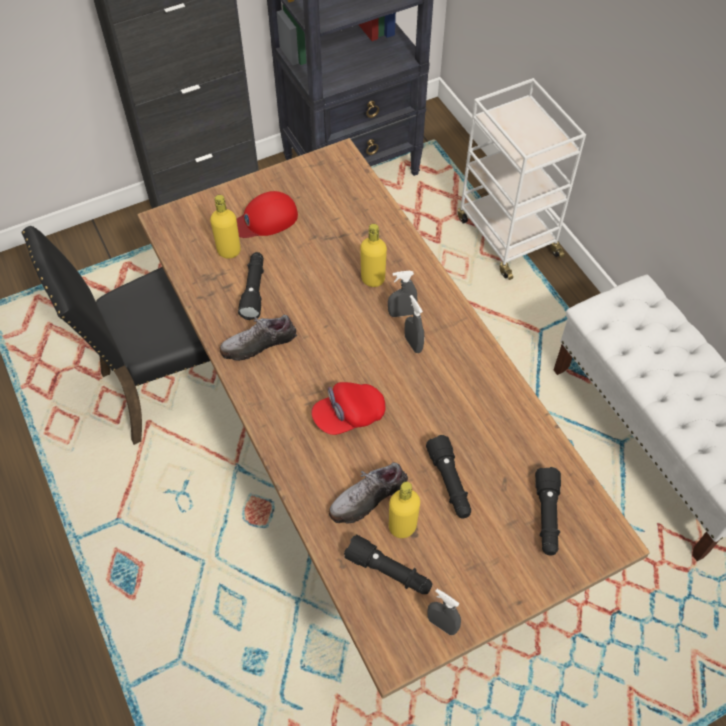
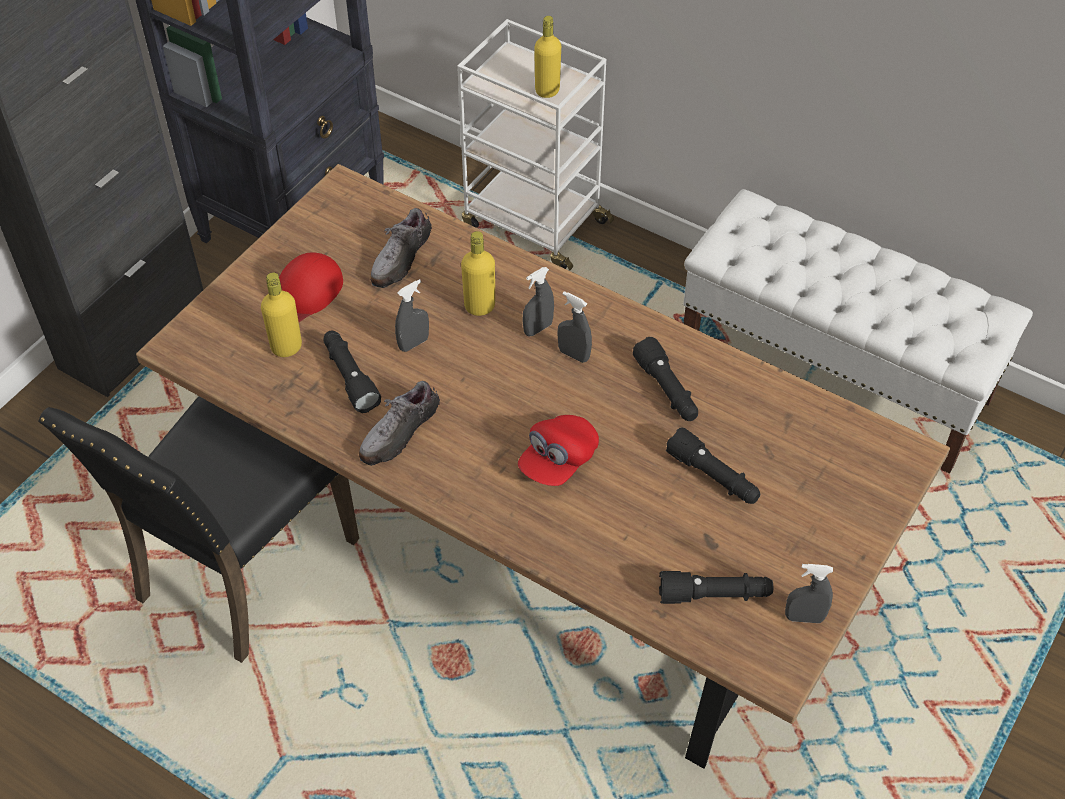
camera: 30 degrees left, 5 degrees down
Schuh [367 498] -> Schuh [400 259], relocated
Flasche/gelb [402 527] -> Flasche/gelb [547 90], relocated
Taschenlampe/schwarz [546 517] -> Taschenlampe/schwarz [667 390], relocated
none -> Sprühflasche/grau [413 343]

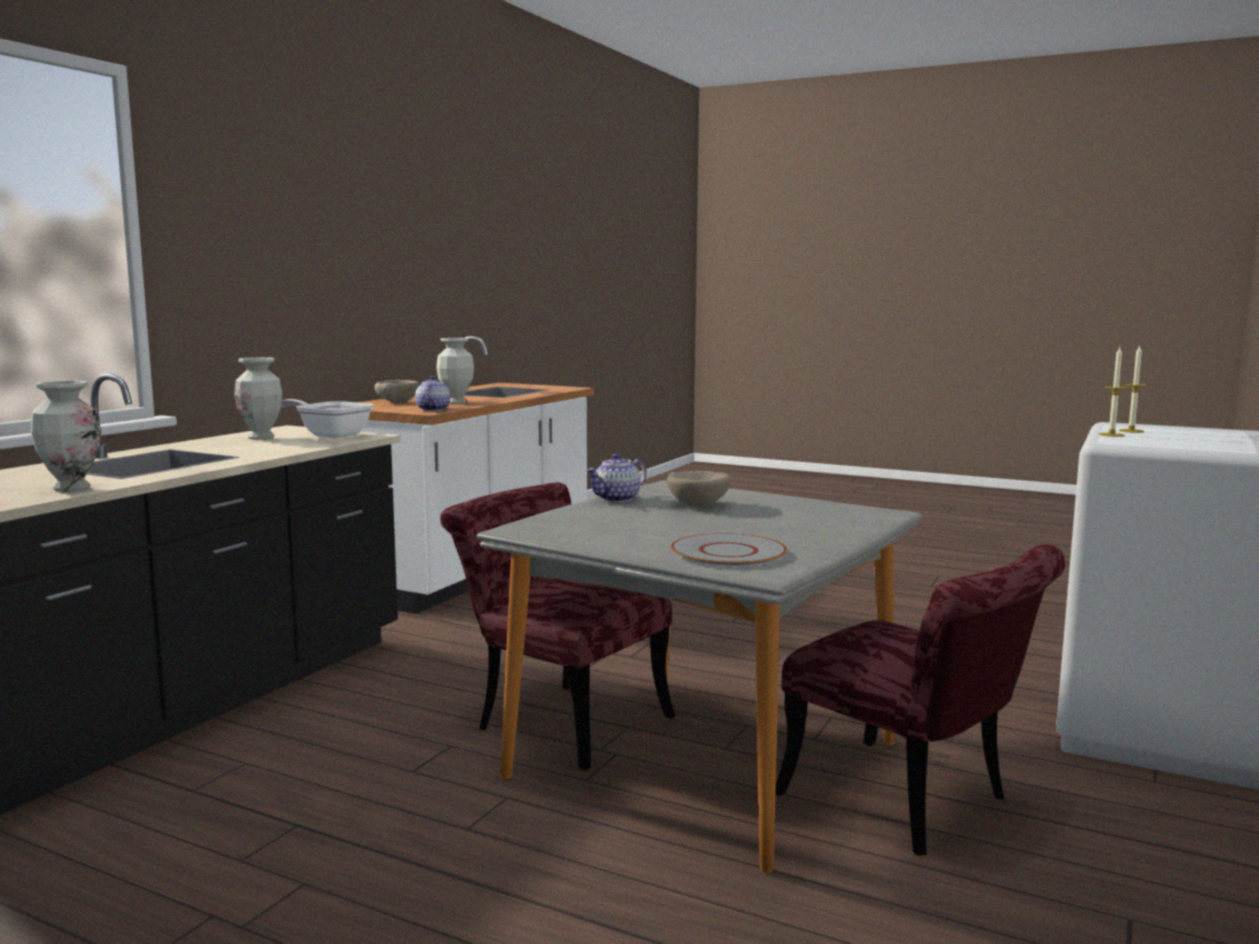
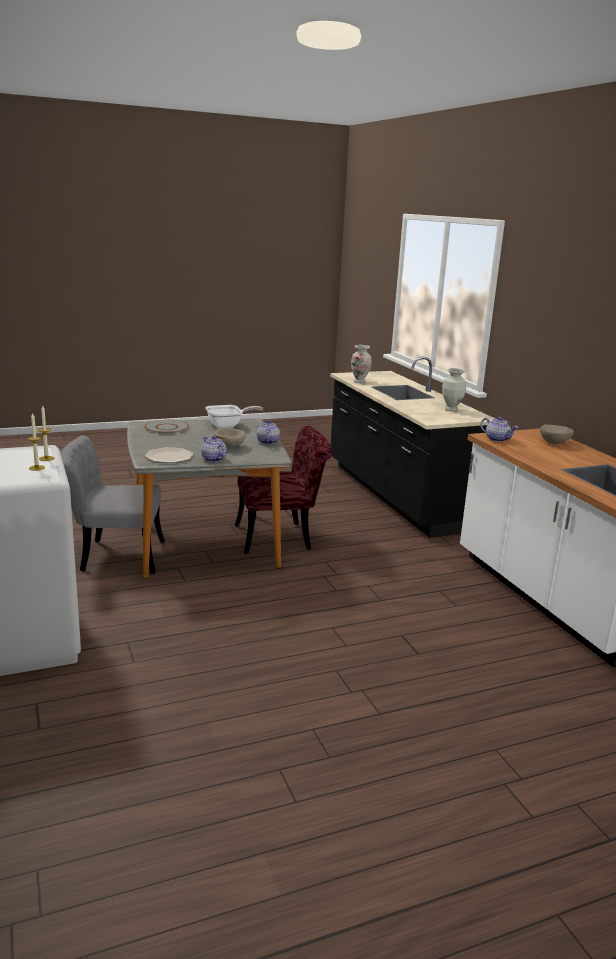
camera: 130 degrees right, 10 degrees up
Pfanne [330 435] -> Pfanne [228 425], relocated
Vase [456 403] -> none
Stuhl/rot [912 804] -> Stuhl/grau [113 556]
none -> Teller [169 456]
none -> Teekanne [213 459]

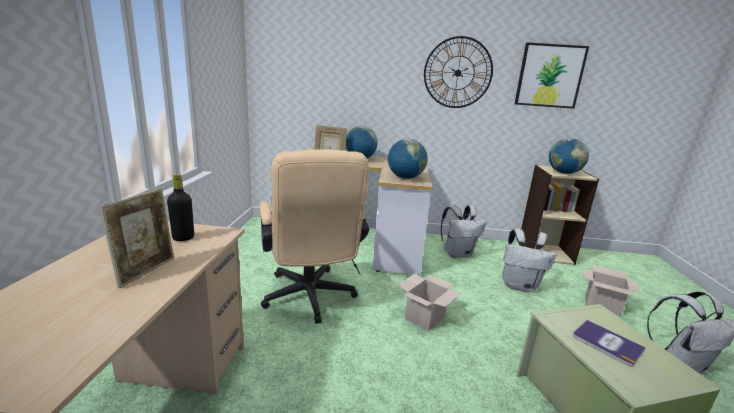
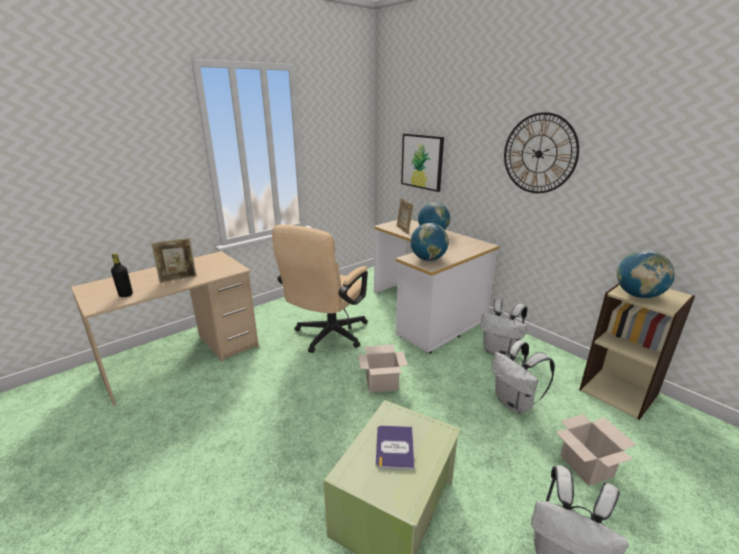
camera: 45 degrees right, 5 degrees up
Flasche/schwarz [183 238] -> Flasche/schwarz [126 295], relocated
Bild [549 76] -> Bild [422 161], relocated

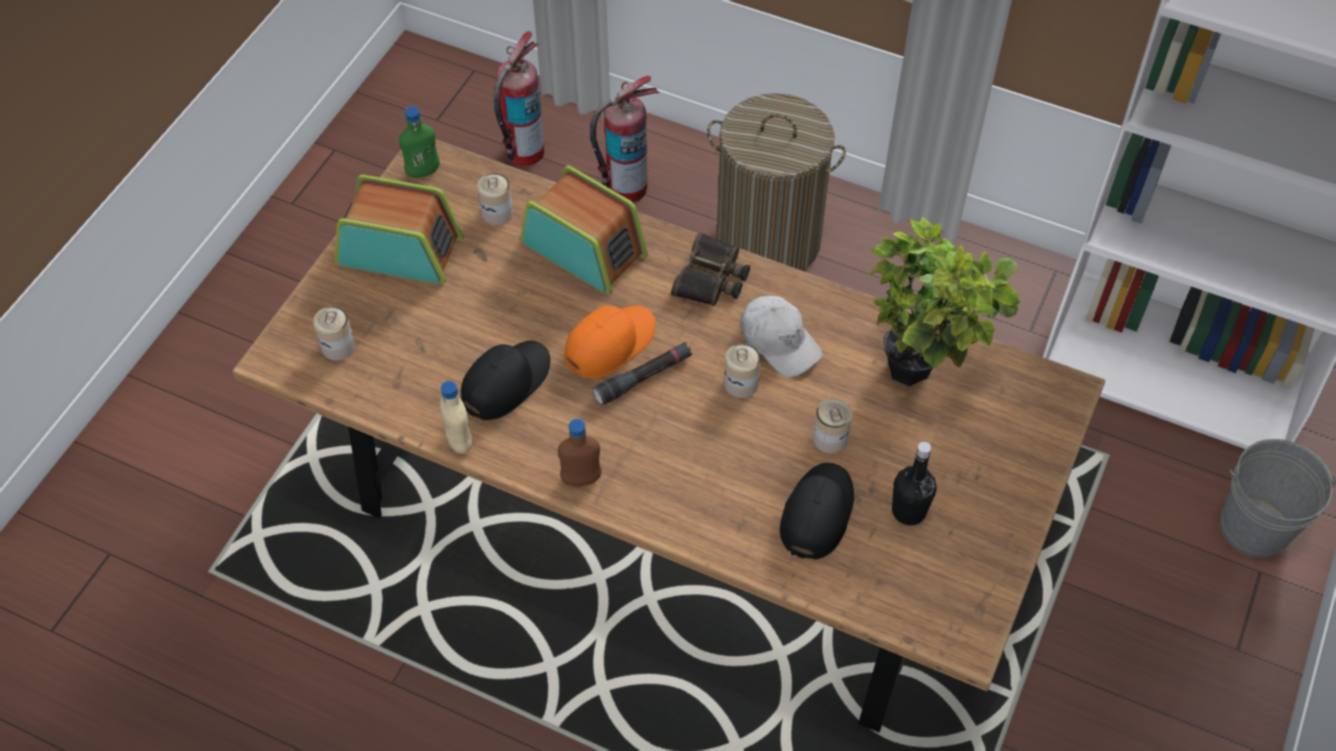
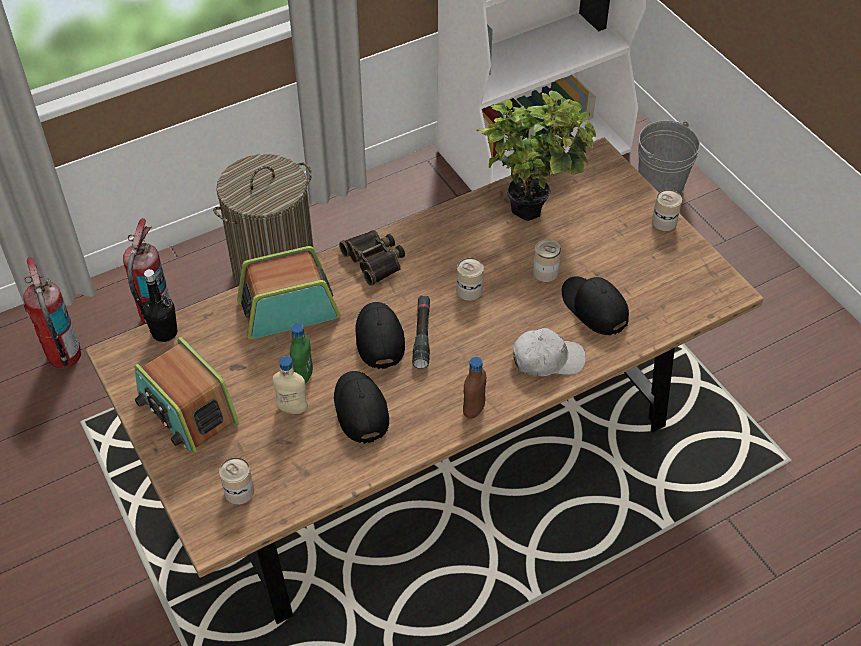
camera: 55 degrees left, 5 degrees down
Radio [400 250] -> Radio [187 411], 90 degrees counterclockwise
Flasche/grün [423 171] -> Flasche/grün [303 376], relocated
Flasche/beige [460 441] -> Flasche/beige [292 408], relocated
Dose [497 213] -> Dose [664 222], relocated
Kappe/orange [610 343] -> Kappe/schwarz [379 338]
Kappe/weiß [779 342] -> Kappe/weiß [547 359], relocated
Flasche/schwarz [908 511] -> Flasche/schwarz [164 333], relocated

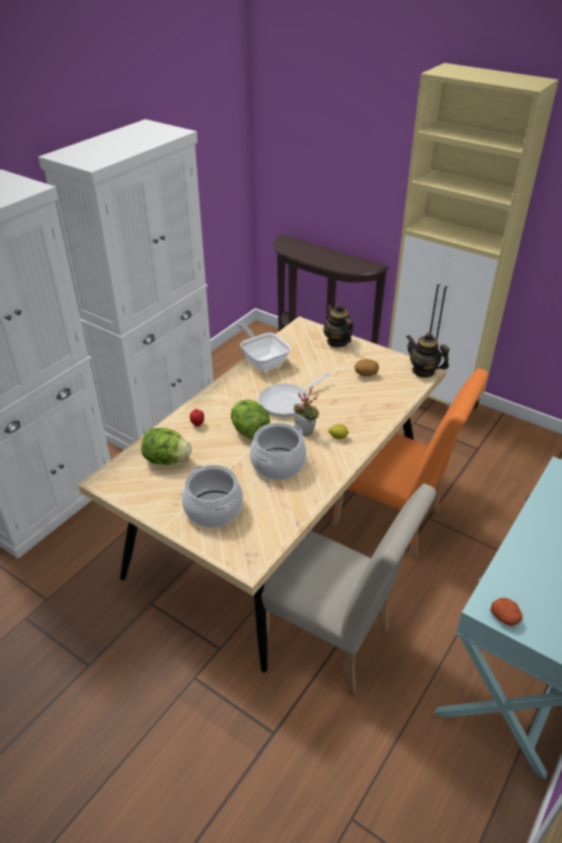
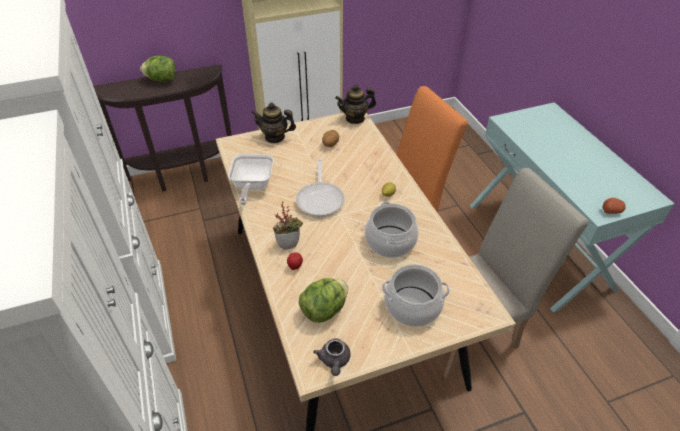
camera: 55 degrees left, 5 degrees up
Salatkopf [249 431] -> Salatkopf [162 80], relocated
Pfanne [263 361] -> Pfanne [252 187], 90 degrees counterclockwise
Topfpflanze [306 431] -> Topfpflanze [289 244], relocated
none -> Teekanne/grau [334 361]

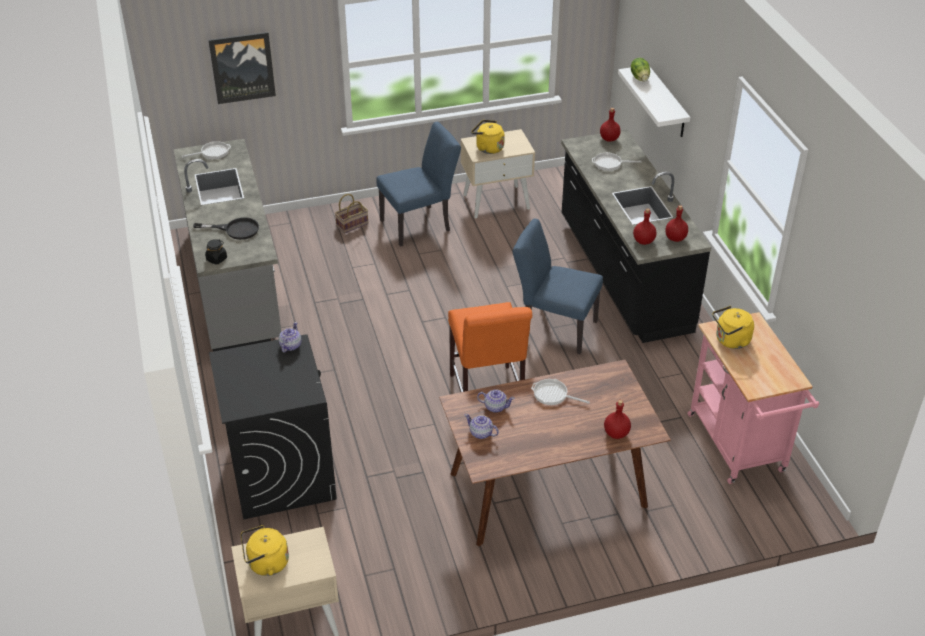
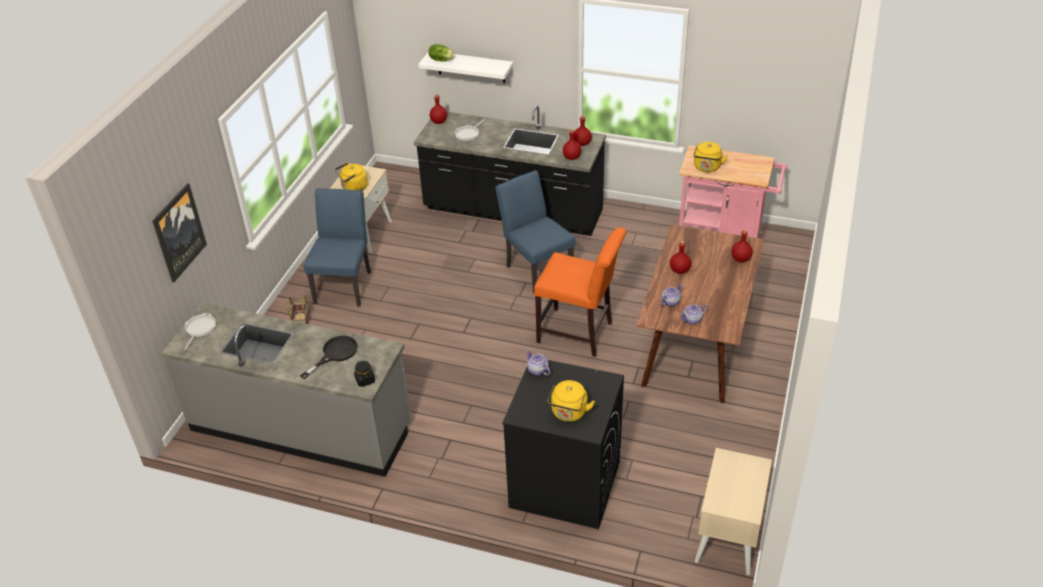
camera: 55 degrees left, 0 degrees up
Wasserkessel/gelb [266 564] -> Wasserkessel/gelb [569 413], relocated
Stuhl/blau [554 327] -> Stuhl/blau [536 269], 90 degrees clockwise
Pfanne [553 395] -> Flasche/rot [680 270]

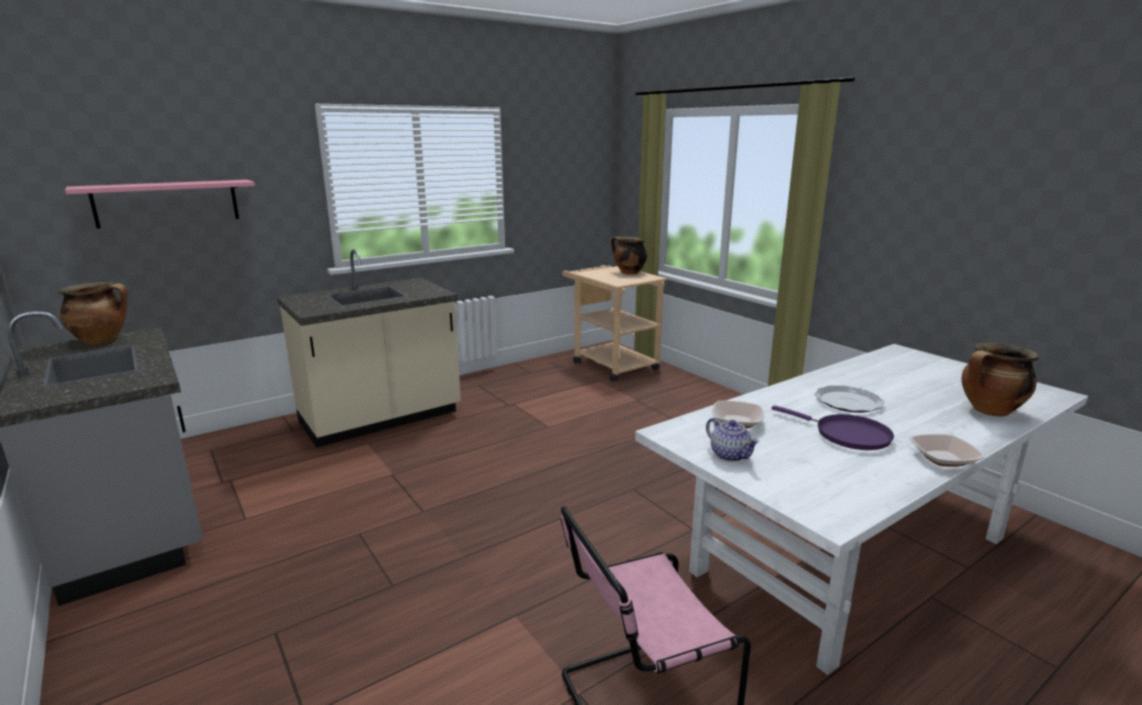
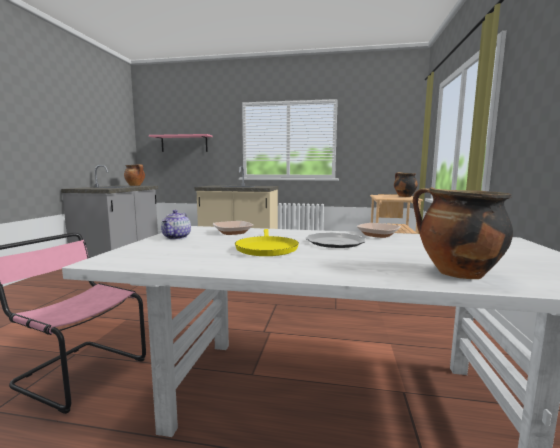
camera: 45 degrees right, 10 degrees down
Pfanne/lila [847 435] -> Pfanne/gelb [266 249]
Schüssel [943 458] -> Schüssel [378 235], relocated

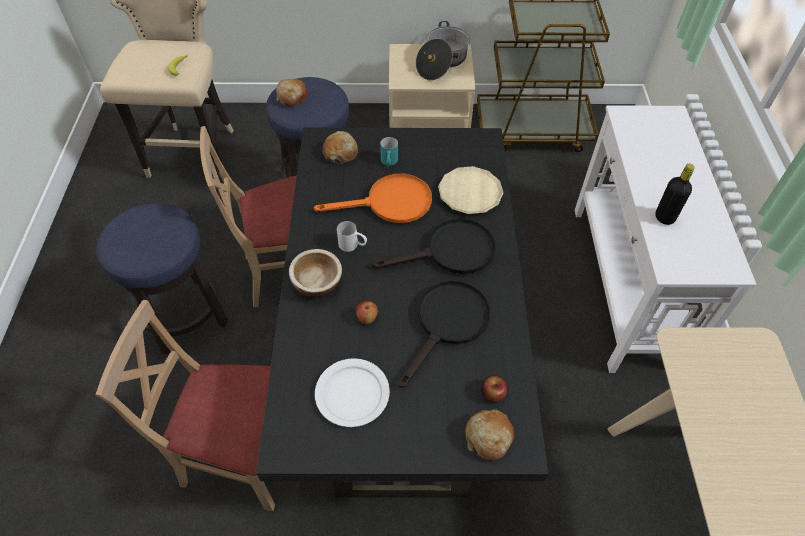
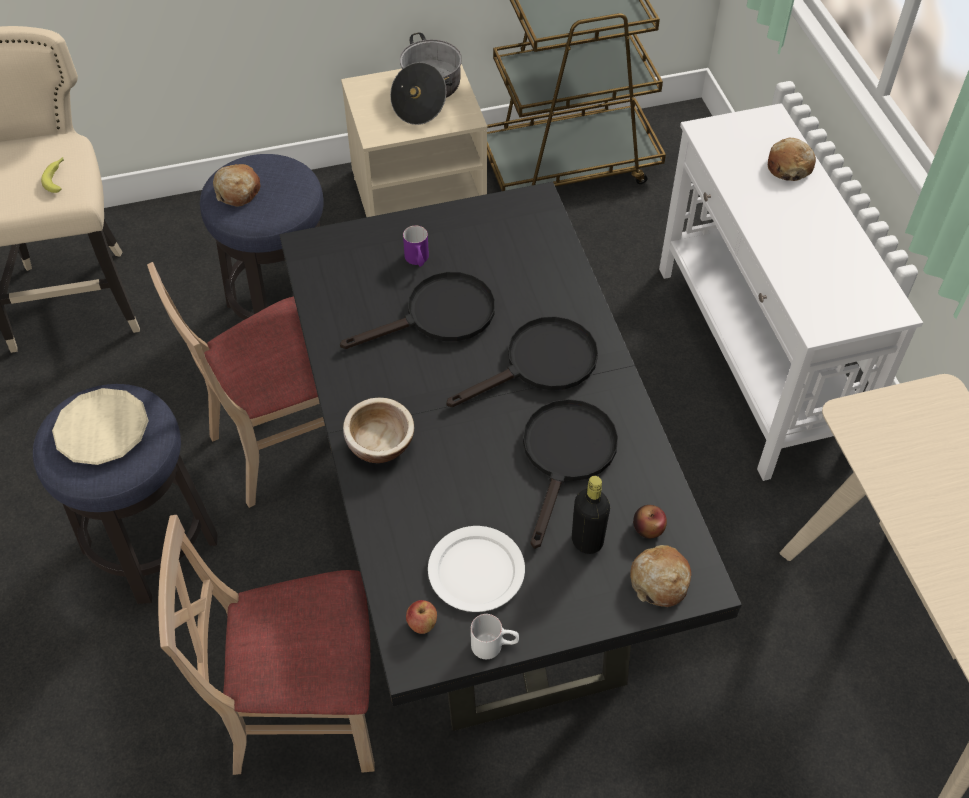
camera: 15 degrees left, 0 degrees up
Pfanne/orange [390 203] -> Pfanne/schwarz [439 316]
Brot [340 153] -> Brot [789 166], relocated
Henkelbecher/weiß [353 245] -> Henkelbecher/weiß [494 646], relocated
Apfel [367 318] -> Apfel [422 624], relocated
Henkelbecher/türkis [389 163] -> Henkelbecher/lila [418 261]
Teller/beige [470 193] -> Teller/beige [102 430], relocated
Flasche/schwarz [664 217] -> Flasche/schwarz [587 541], relocated

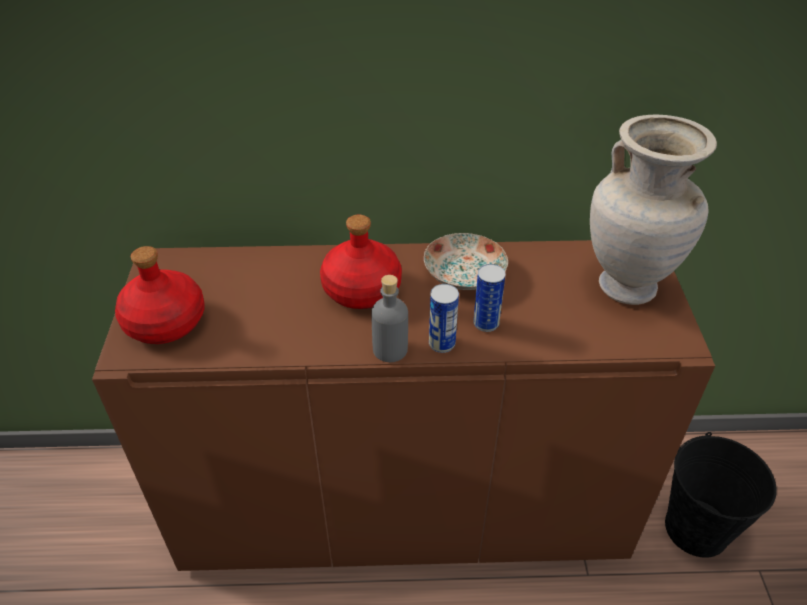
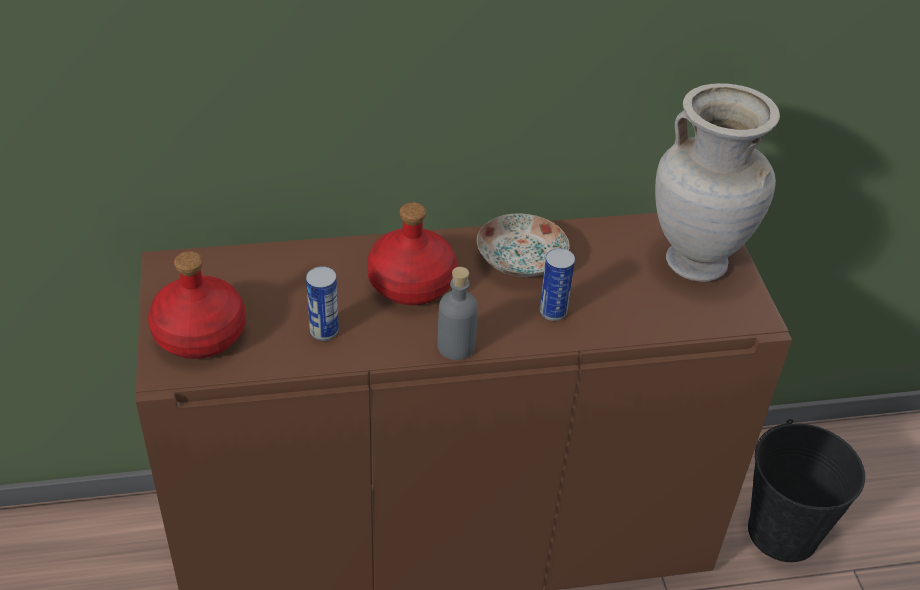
camera: 10 degrees left, 0 degrees up
Dose [442 344] -> Dose [324 331], relocated

